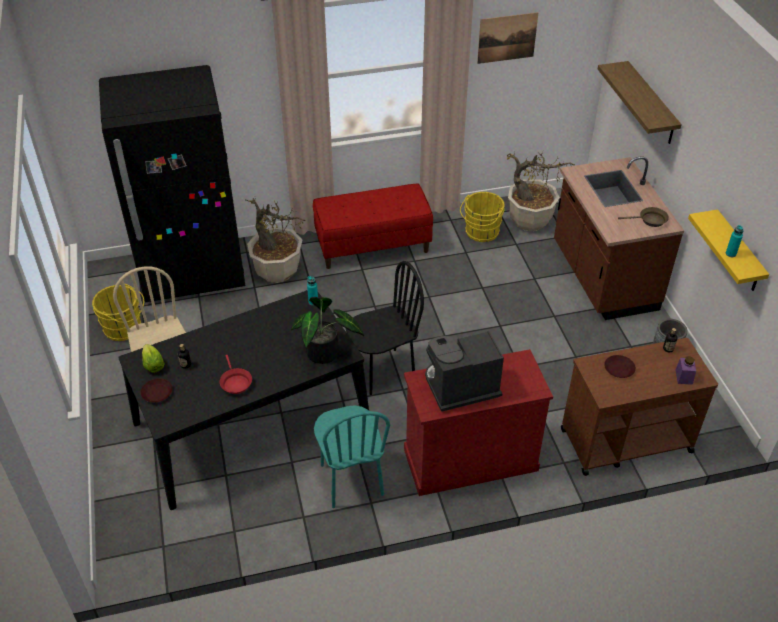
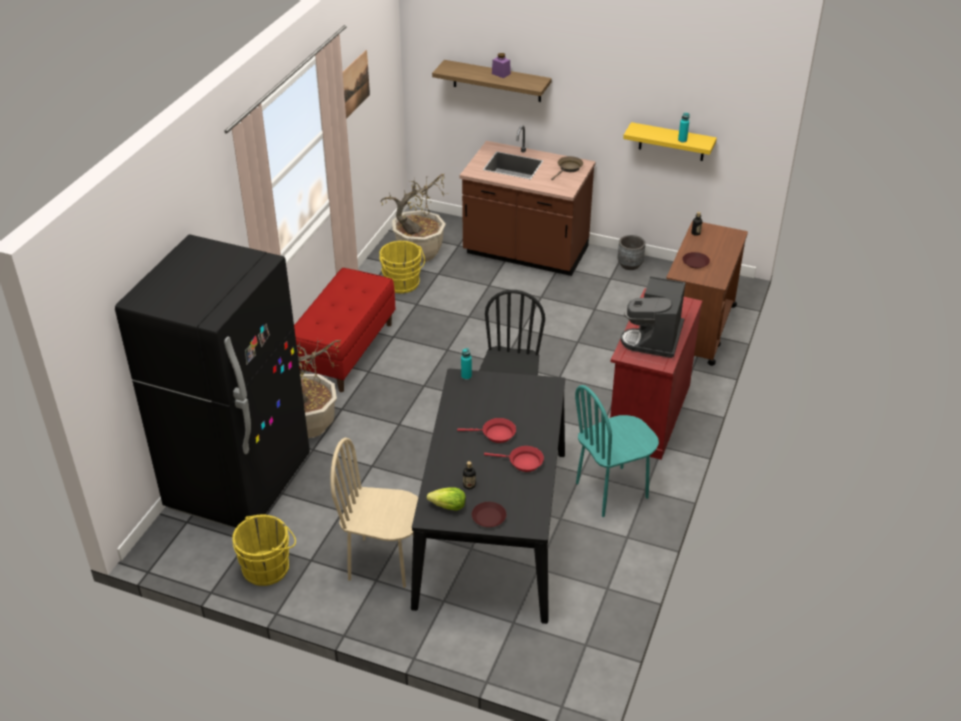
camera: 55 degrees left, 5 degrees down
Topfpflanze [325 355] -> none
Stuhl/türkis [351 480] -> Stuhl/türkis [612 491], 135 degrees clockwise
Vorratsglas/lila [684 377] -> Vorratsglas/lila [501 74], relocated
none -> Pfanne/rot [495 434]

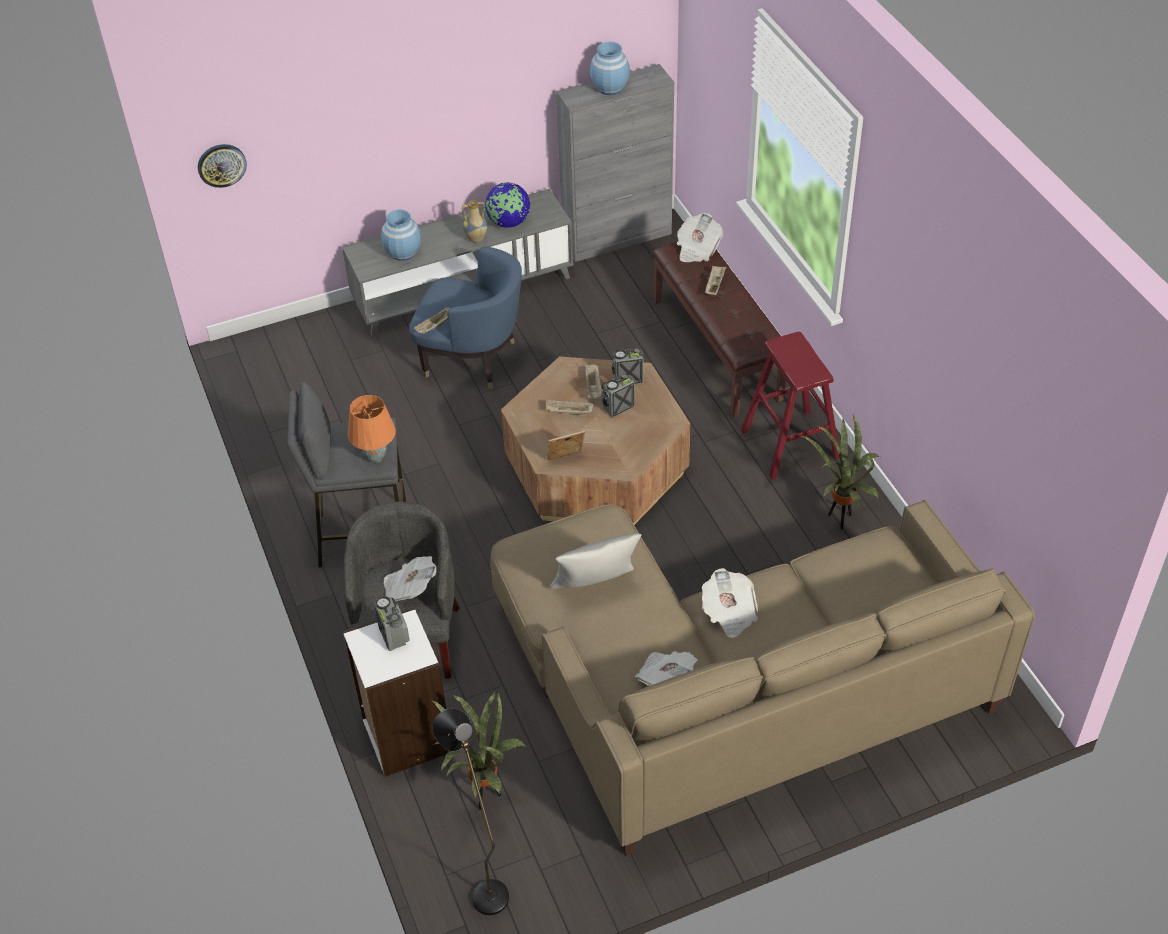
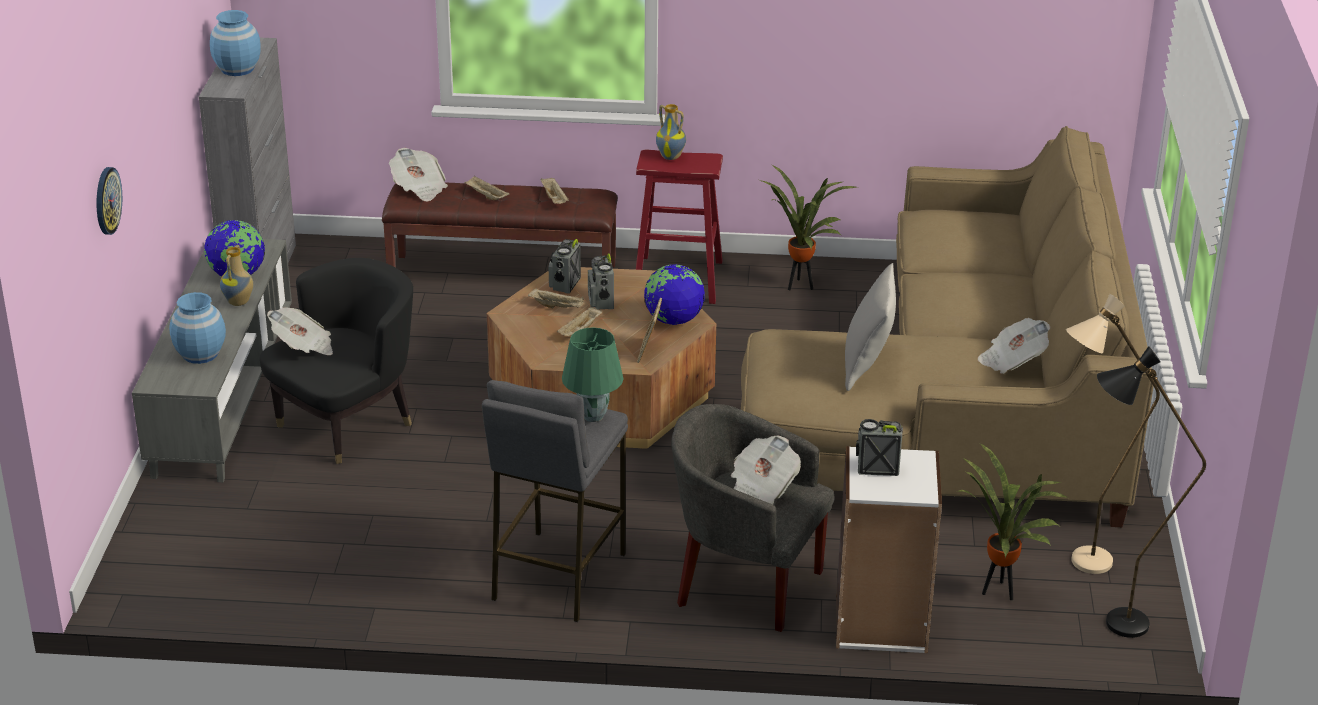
camera: 65 degrees left, 15 degrees down
Wanduhr [221 165] -> Wanduhr [107 200], relocated
Tischlampe/orange [376 457] -> Tischlampe/grün [593 416]
Sessel/blau [472 359] -> Sessel/schwarz [348 423]
Tablett/beige [435 327] -> Tablett/beige [554 199], relocated
Zeitung [729 613] -> Zeitung [303 347], relocated
none -> Globus [673 320]
none -> Vase [671 156]
none -> Stehlampe/beige [1078 565]

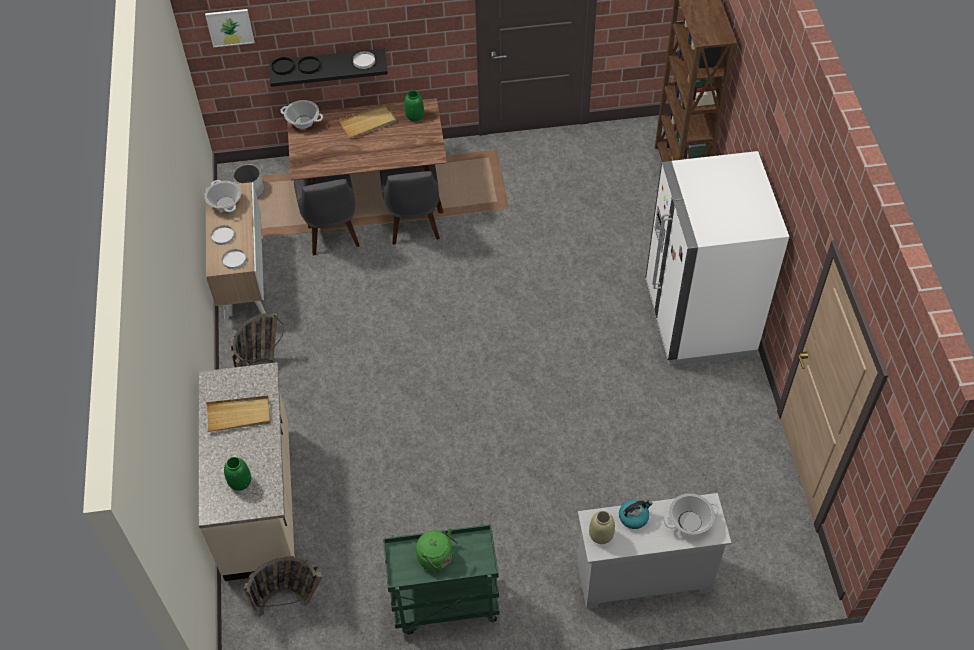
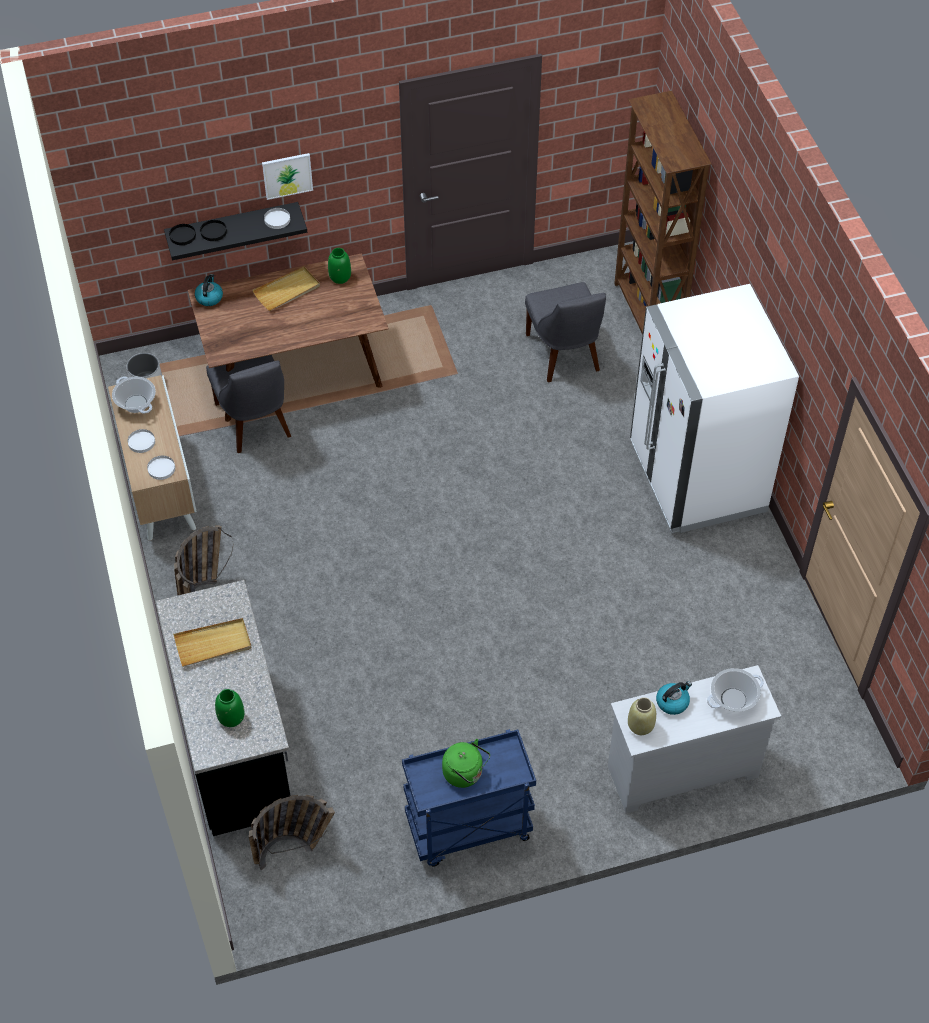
camera: 10 degrees left, 0 degrees up
Küchenzeile/beige [260 501] -> Küchenzeile/schwarz [235 742]
Bild [230 27] -> Bild [287 175], relocated
Kochtopf [303 122] -> Wasserkessel [209 297]
Stuhl/grau [413 222] -> Stuhl/grau [564 355], relocated
Rollwagen/grün [444 604] -> Rollwagen/blau [468 829]

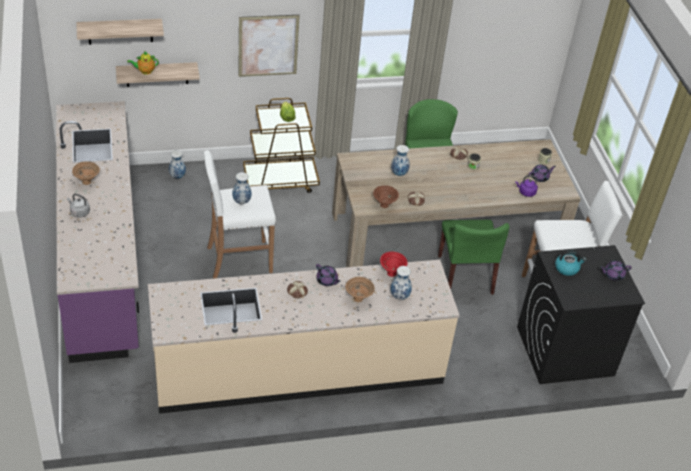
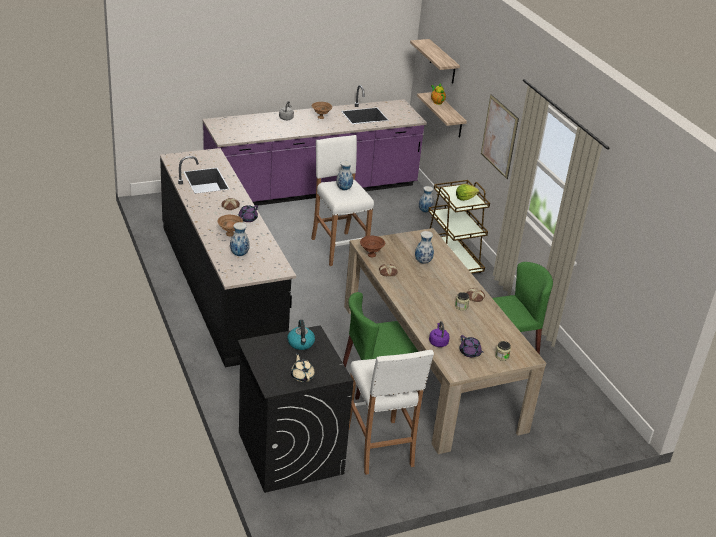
camera: 80 degrees right, 10 degrees down
Küchenzeile/beige [298 369] -> Küchenzeile/schwarz [222 286]
Schüssel/rot [391 273] -> none
Teekanne/lila [613 275] -> Teekanne/beige [302 376]

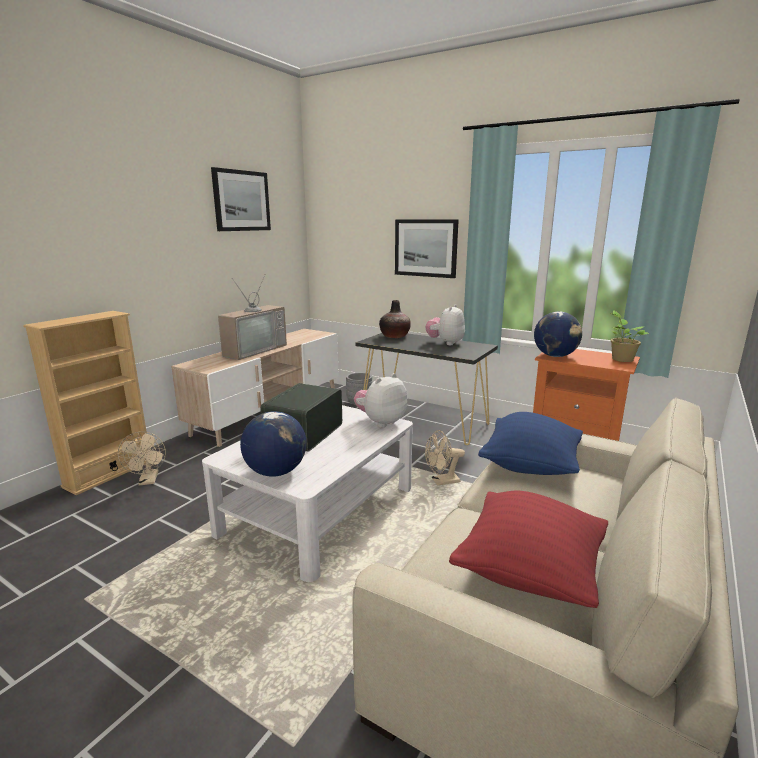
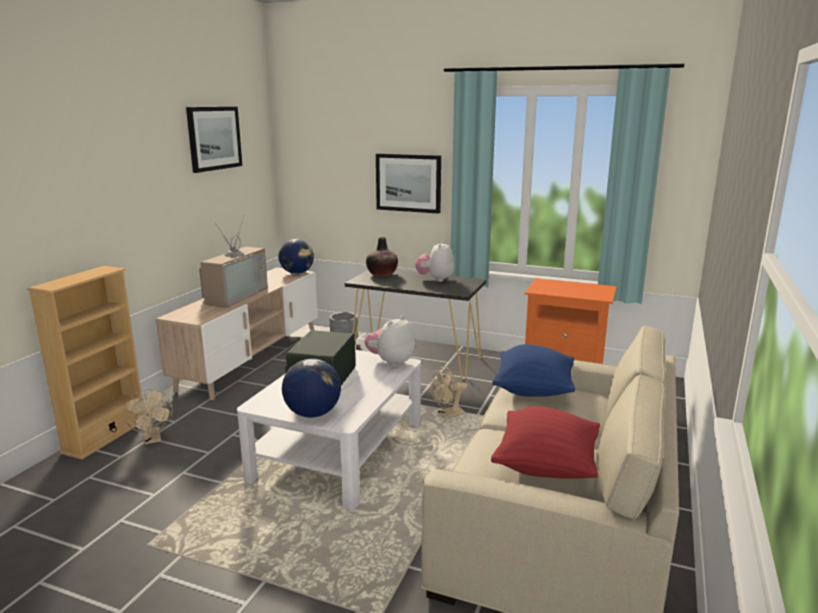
camera: 10 degrees left, 0 degrees up
Globus [555 356] -> Globus [297 273], relocated
Topfpflanze [621 359] -> none

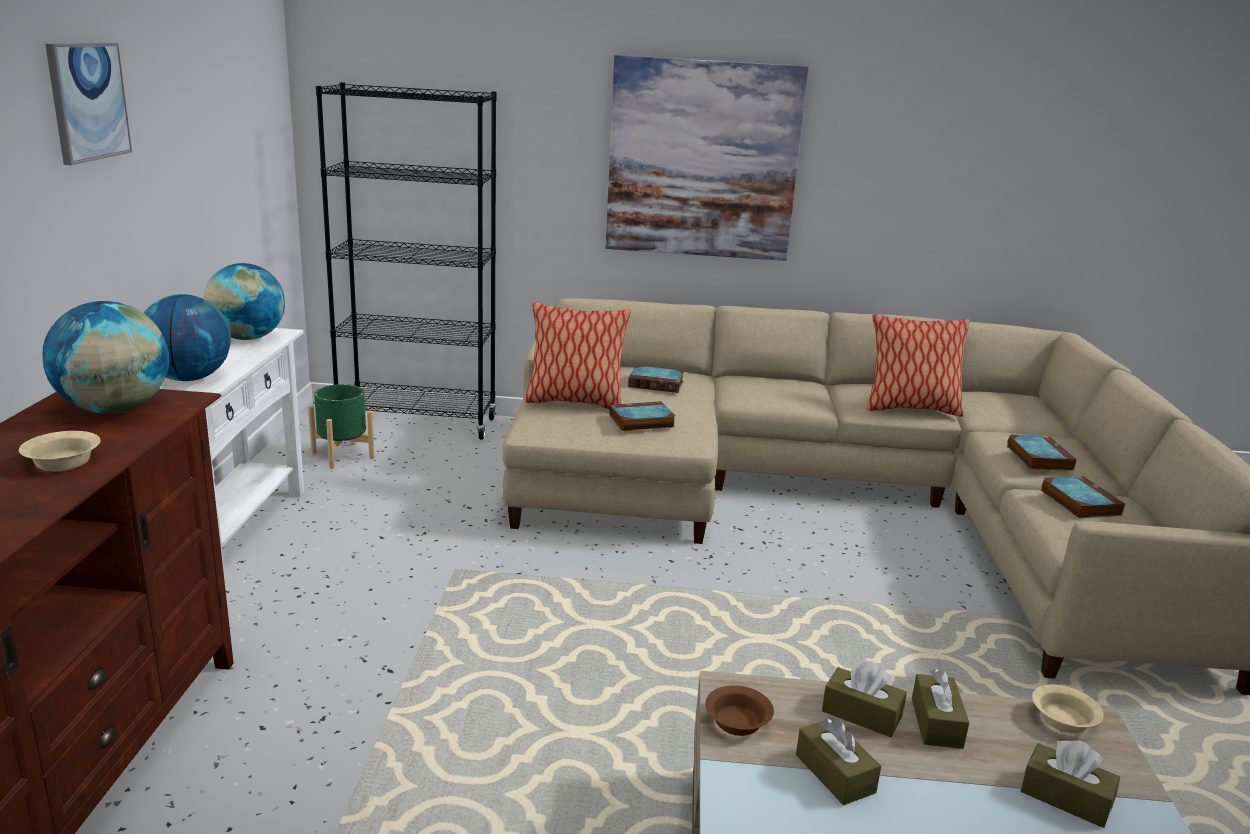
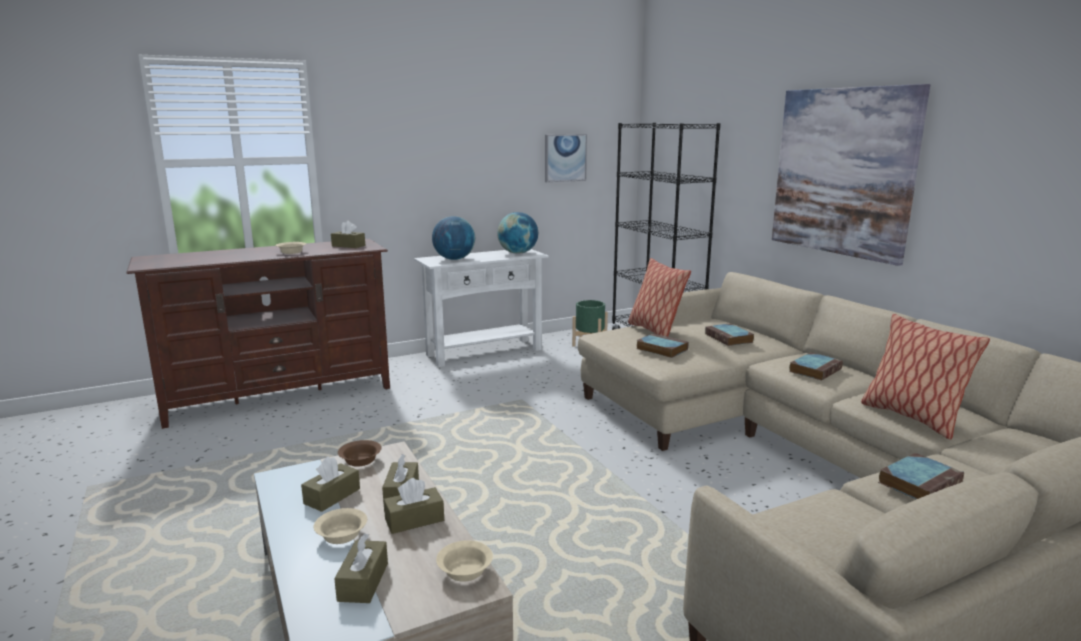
camera: 60 degrees right, 5 degrees down
Globus [114 409] -> Taschentuchbox/braun [348 246]
Bild [87 101] -> Bild [565 158], relocated
Buch [1078 502] -> Buch [815 370], relocated
none -> Schüssel/beige [343 535]

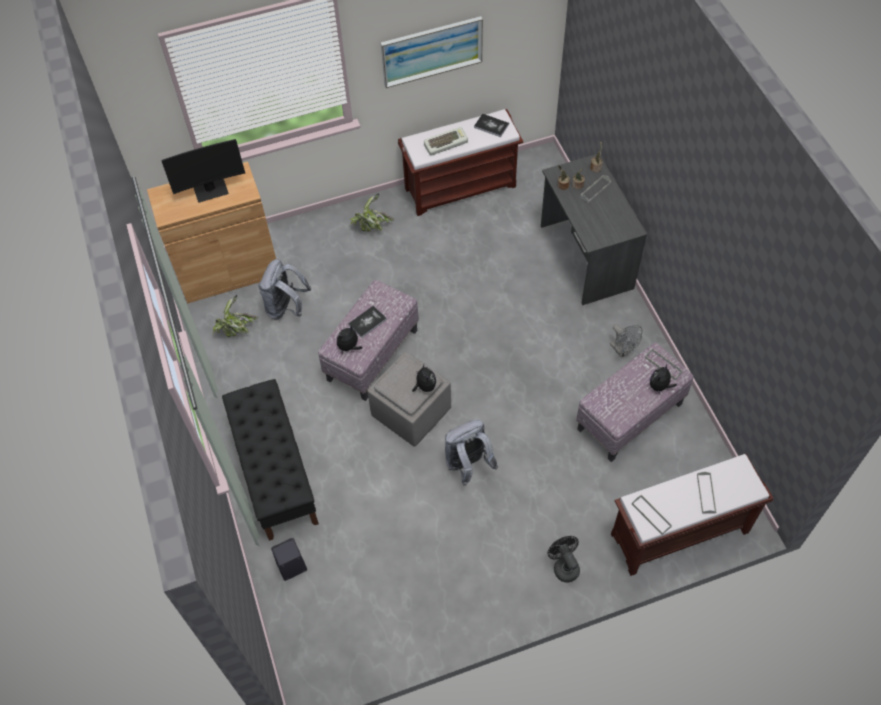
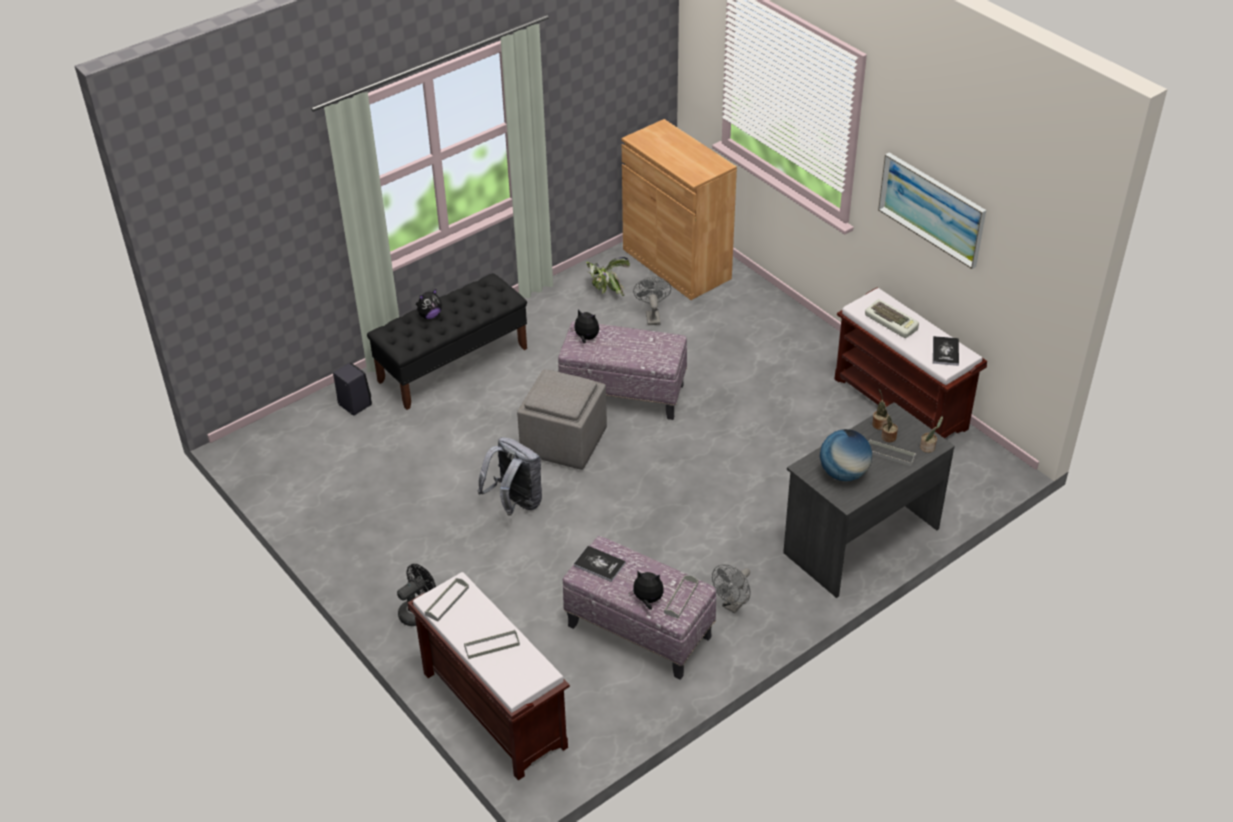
camera: 70 degrees right, 15 degrees down
Monitor [210 190] -> none
Rucksack/grau [286 308] -> Ventilator/grau [652 316]
Buch [367 322] -> Buch [599 564], relocated
Topfpflanze [370 227] -> none
Plüschtier [425 386] -> Plüschtier [429 315], relocated
none -> Globus [843 473]

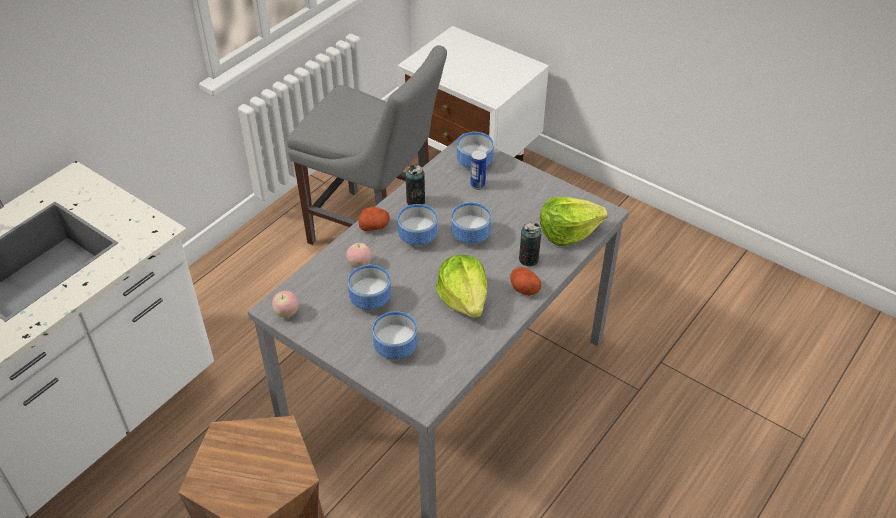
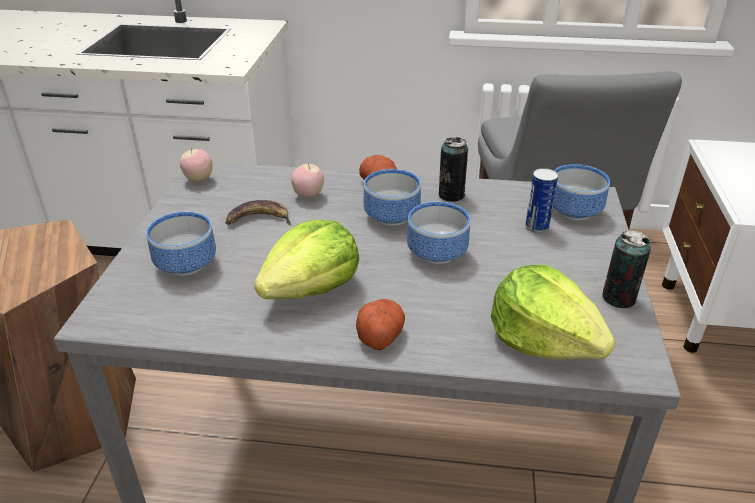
camera: 60 degrees right, 10 degrees down
Schüssel [369 298] -> Banane [258 219]
Dose [528 259] -> Dose [618 298], relocated

